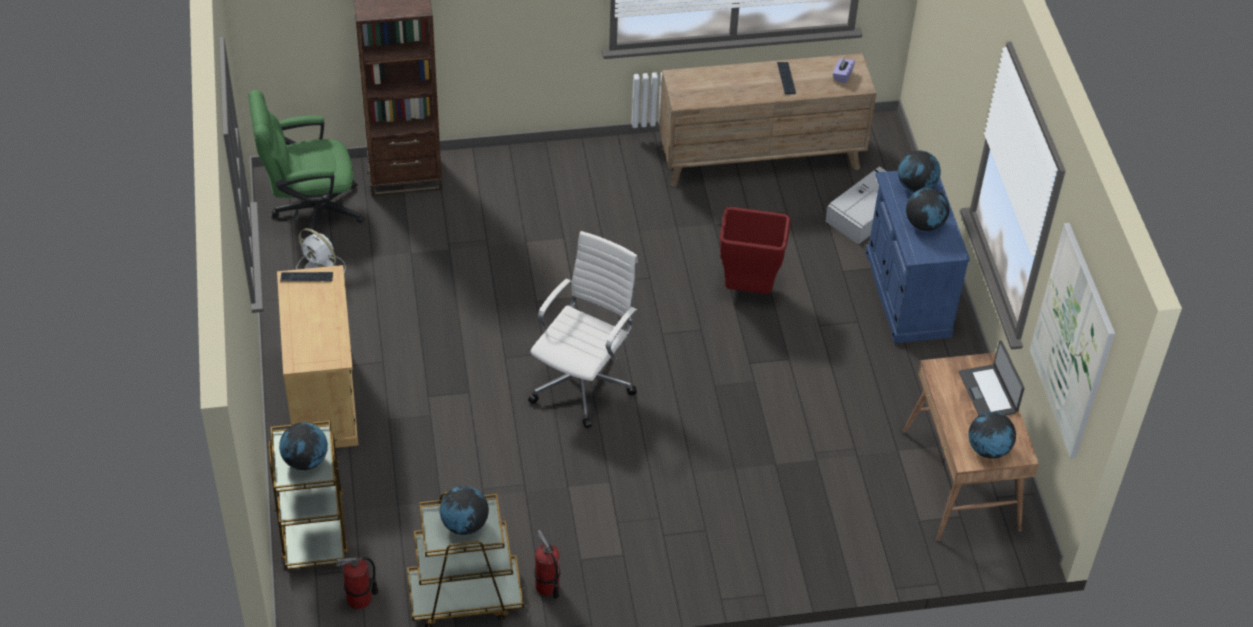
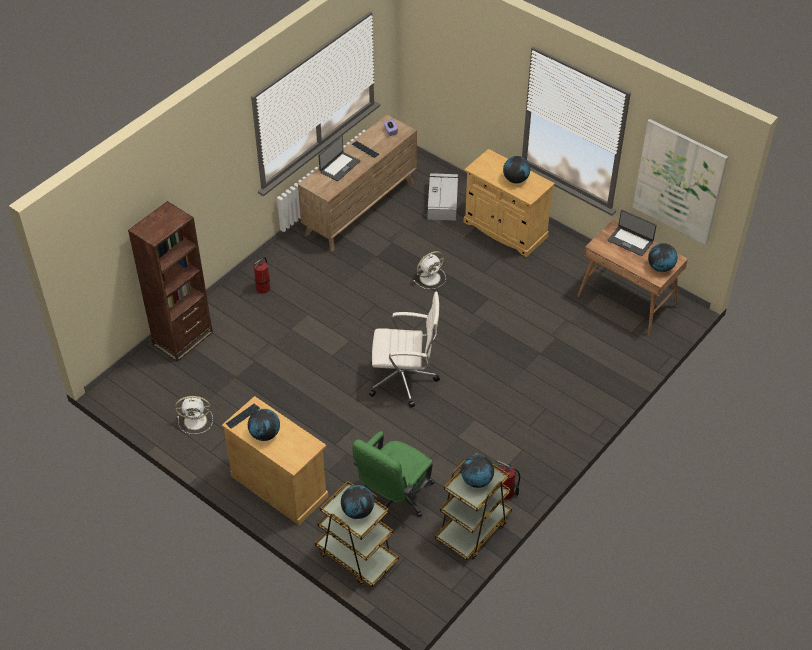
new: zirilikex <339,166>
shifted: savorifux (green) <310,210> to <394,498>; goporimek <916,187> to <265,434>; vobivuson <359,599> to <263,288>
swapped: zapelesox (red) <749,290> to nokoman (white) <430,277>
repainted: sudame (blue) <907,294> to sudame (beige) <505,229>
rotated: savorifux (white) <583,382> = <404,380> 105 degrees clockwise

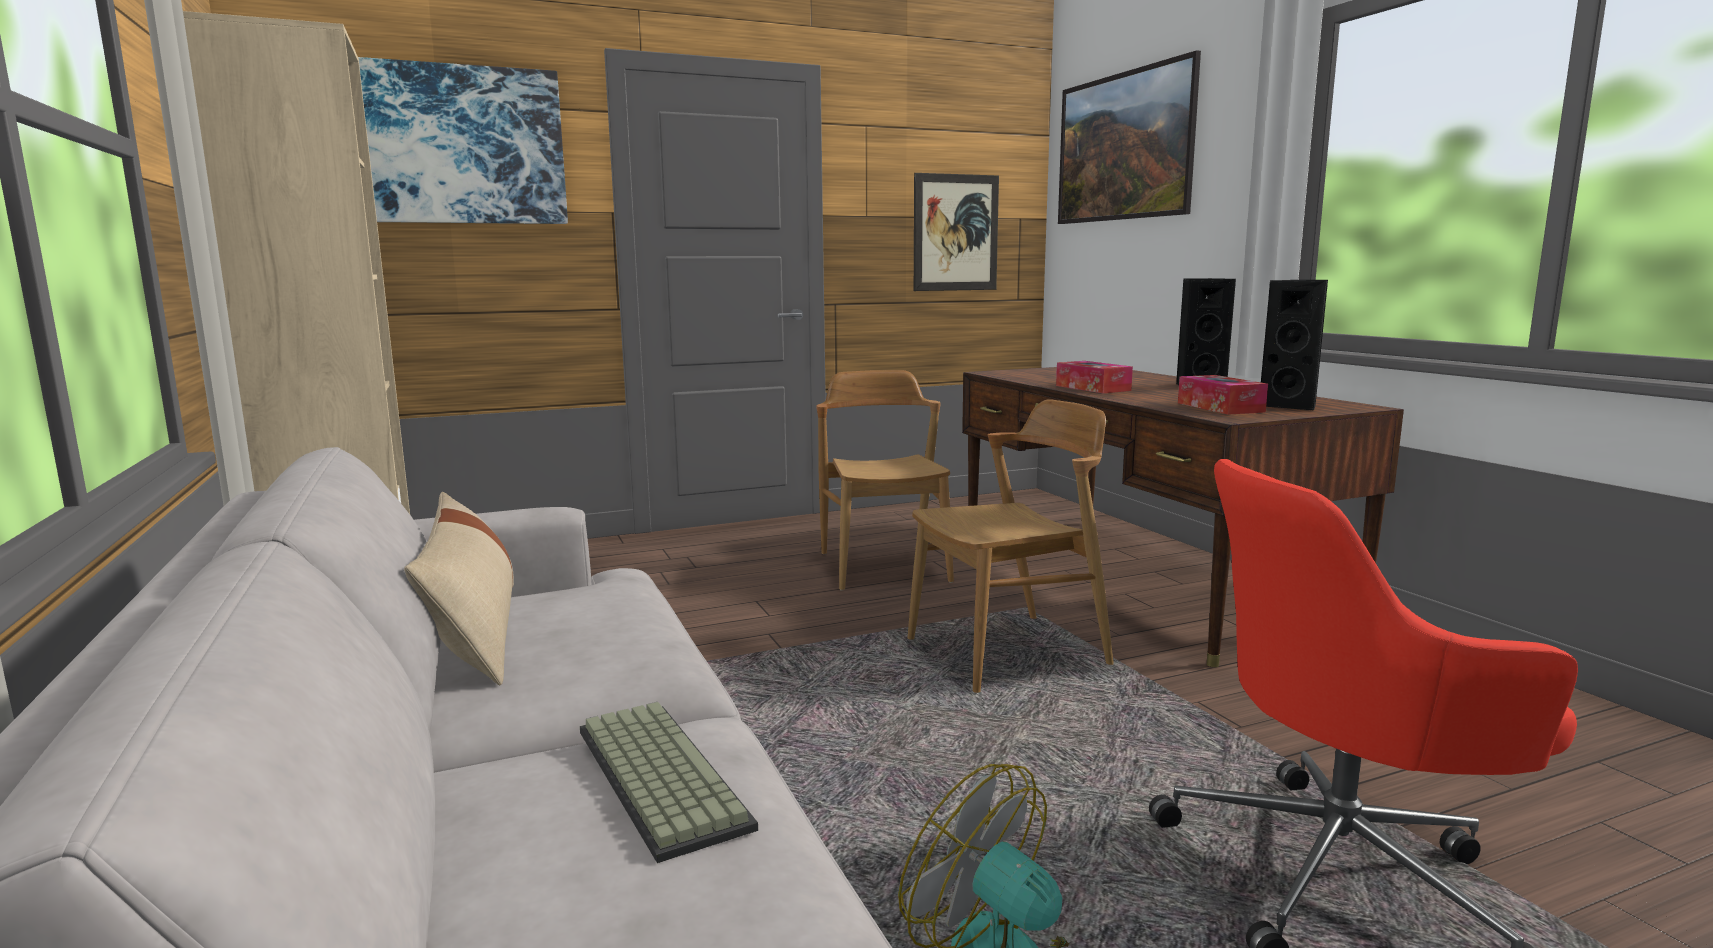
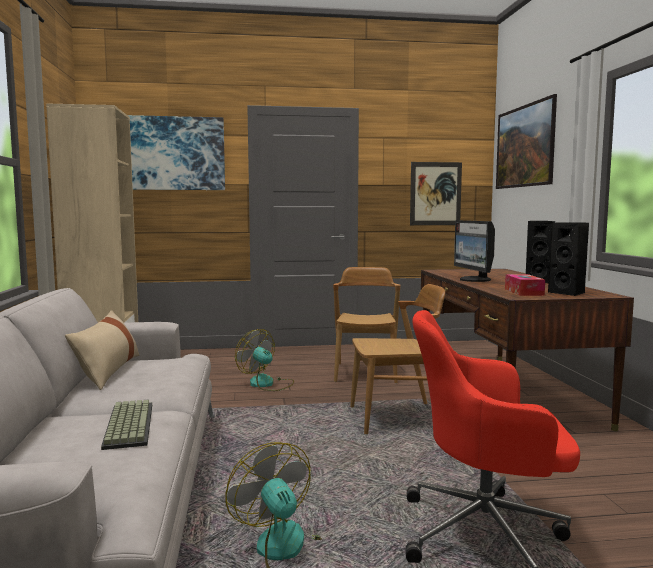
new: nokoman <267,384>
swapped: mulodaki <1092,388> to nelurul <474,280>

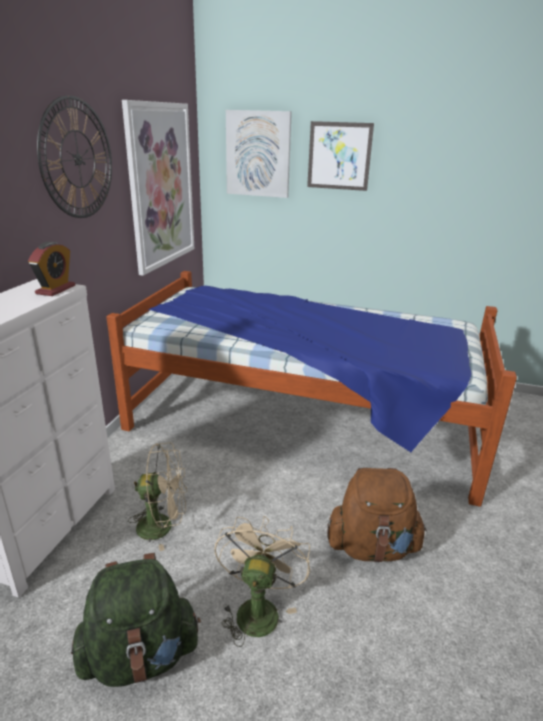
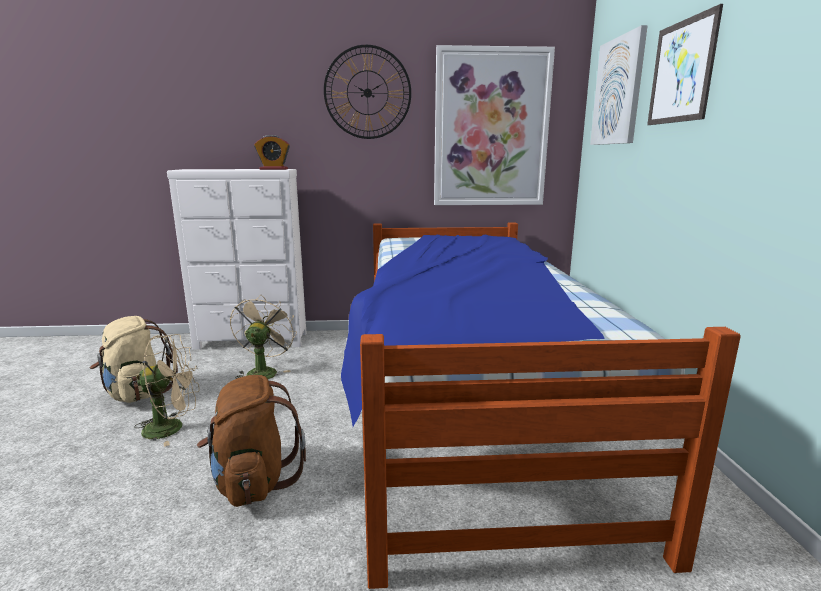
repainted: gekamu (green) <140,656> to gekamu (beige) <137,394>
rotated: nokoman (beige) <163,526> = <263,371> 150 degrees counterclockwise

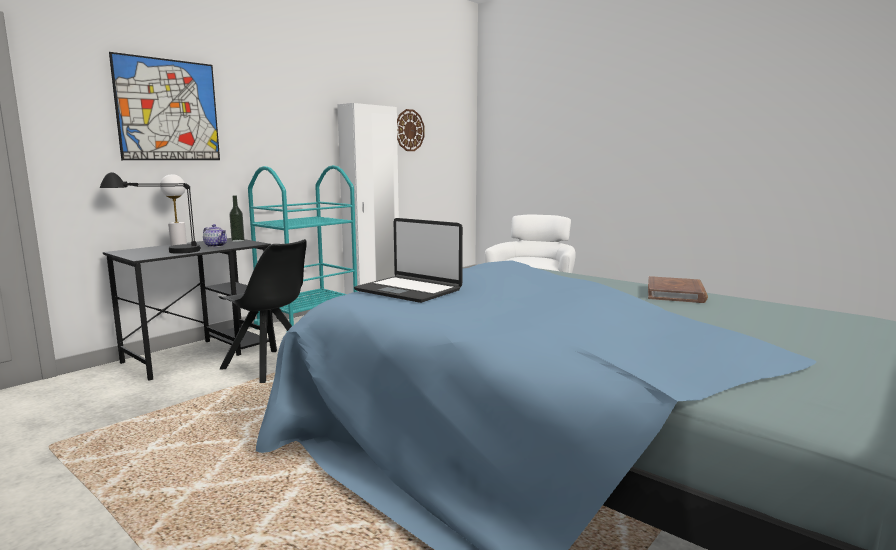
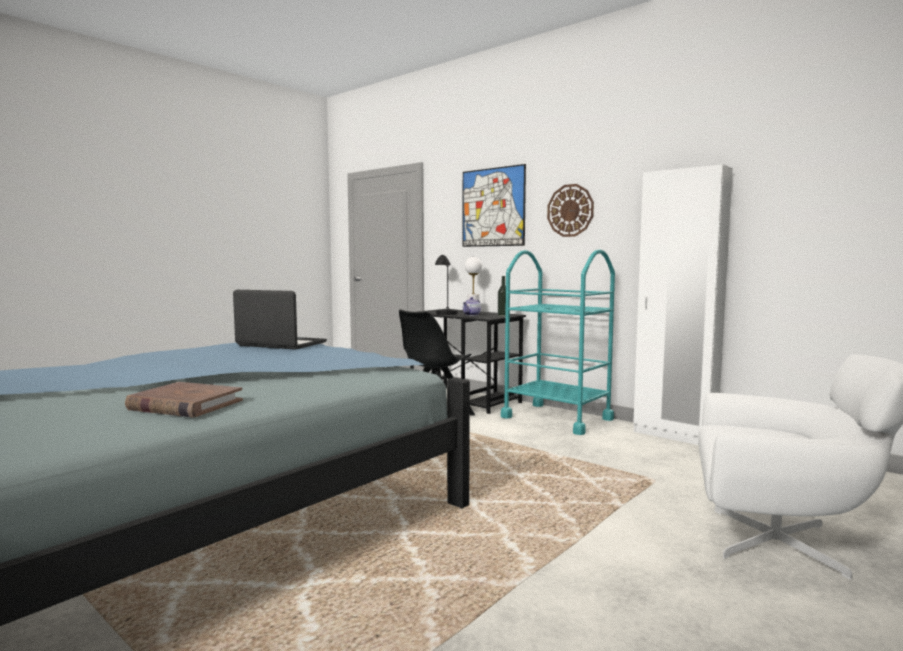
shifted: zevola <409,130> to <570,210>
rotated: zirilikex <409,290> = <281,344> 75 degrees clockwise

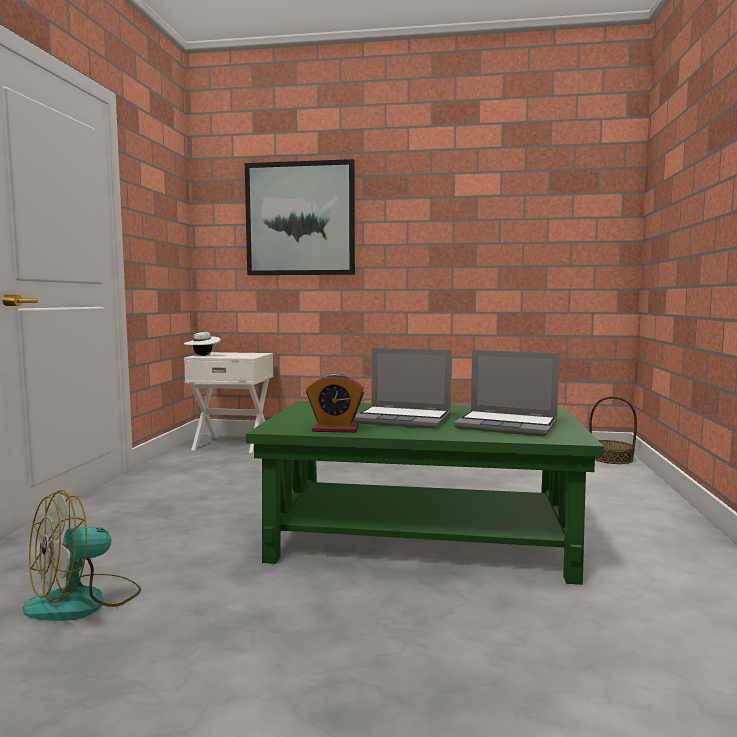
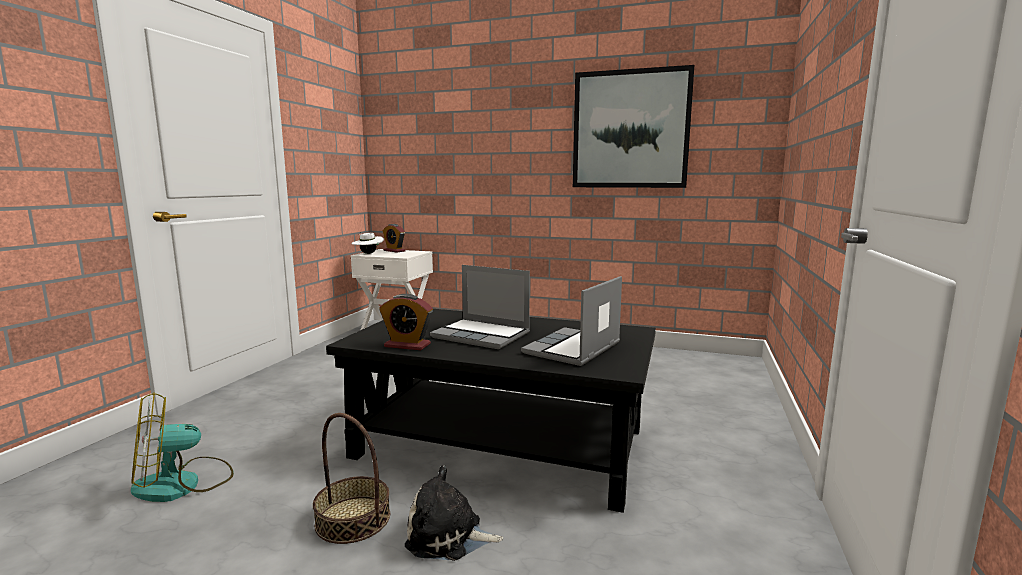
new: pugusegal <394,251>; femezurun <449,536>
shifted: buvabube <300,219> to <630,130>; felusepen <611,458> to <352,519>
repainted: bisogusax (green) <422,536> to bisogusax (black) <502,442>
rotated: zirilikex <508,425> = <573,349> 90 degrees clockwise

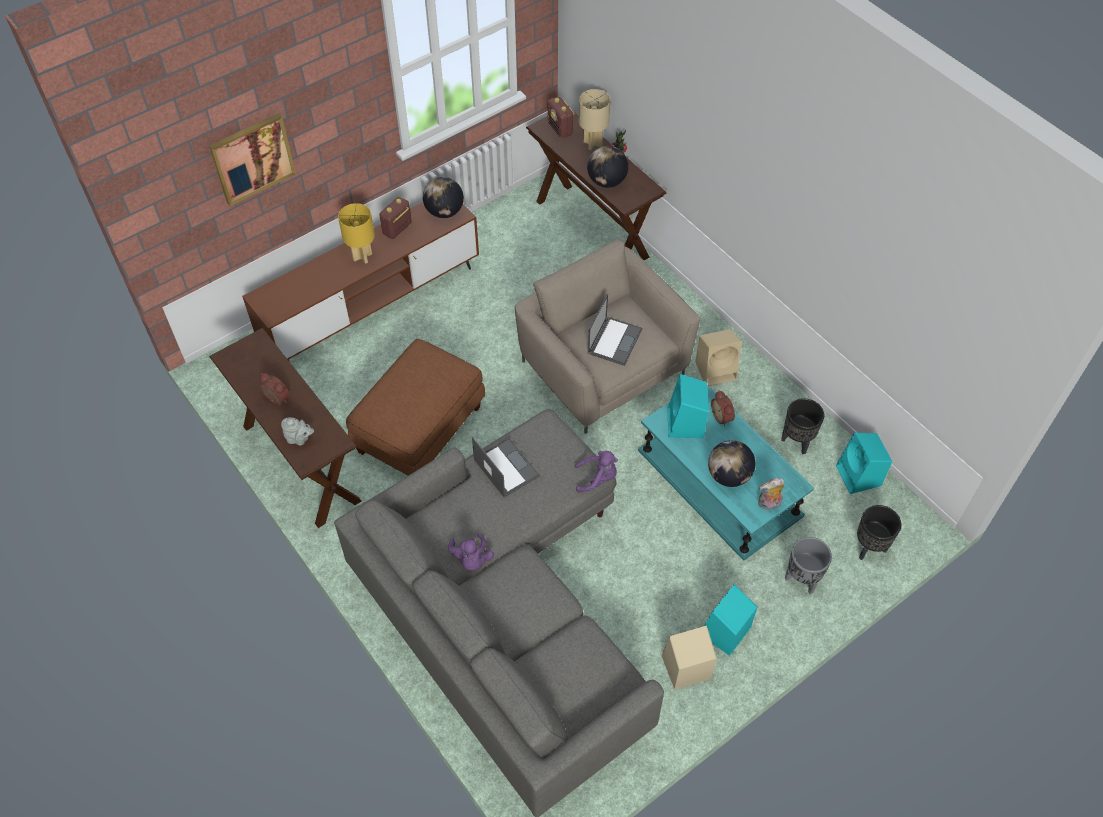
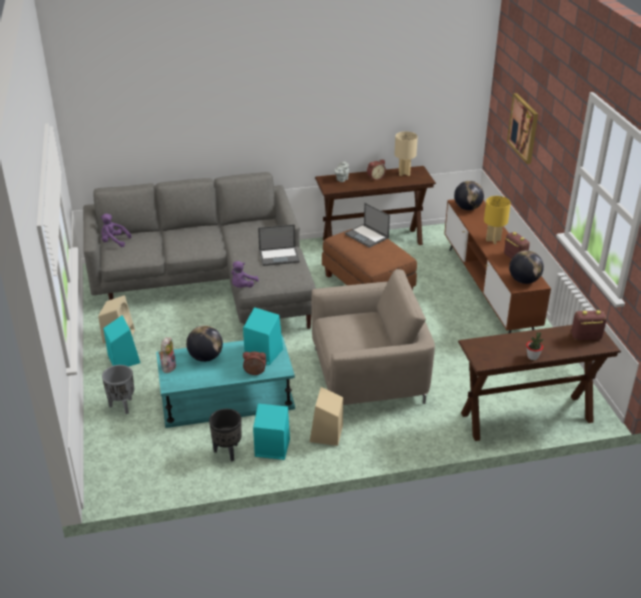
gone: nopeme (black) <869,548>
shifted: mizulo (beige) <593,144> to <404,173>; goporimek <607,181> to <467,208>; zirilikex <614,340> to <367,236>; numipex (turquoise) <859,476> to <271,448>; femezurun (purple) <471,559> to <114,241>

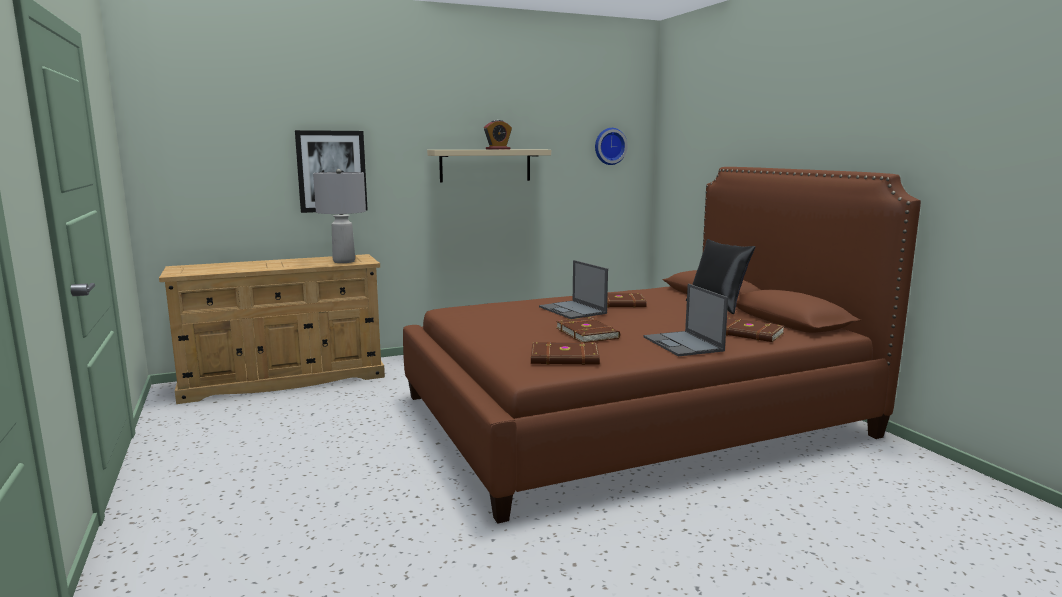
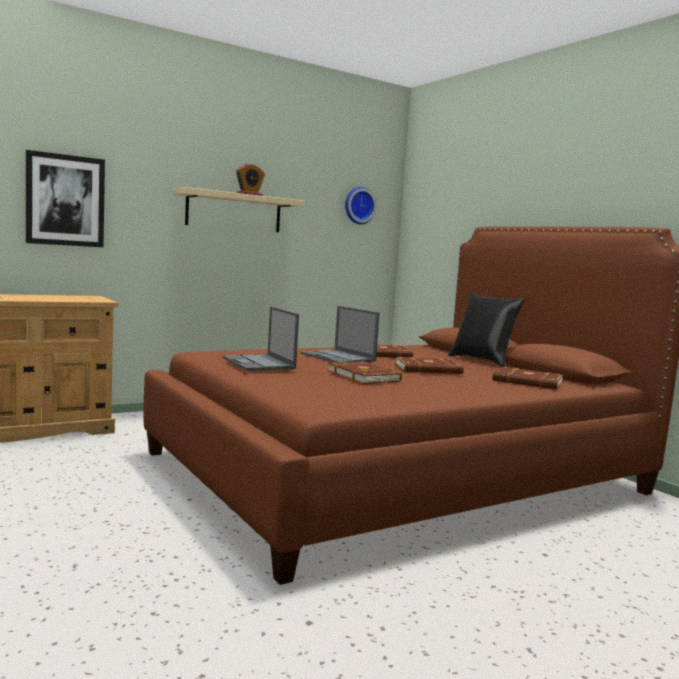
gone: mizulo (grey) <343,261>
shifted: zirilikex <683,344> to <259,363>; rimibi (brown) <565,358> to <429,369>

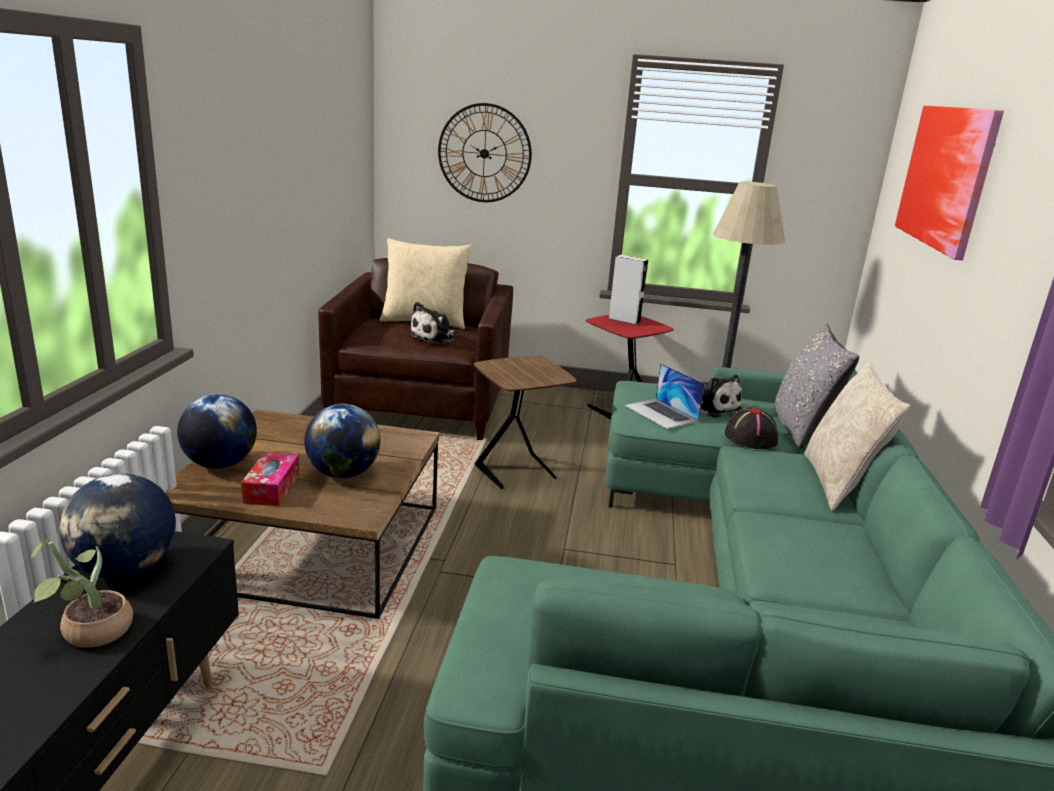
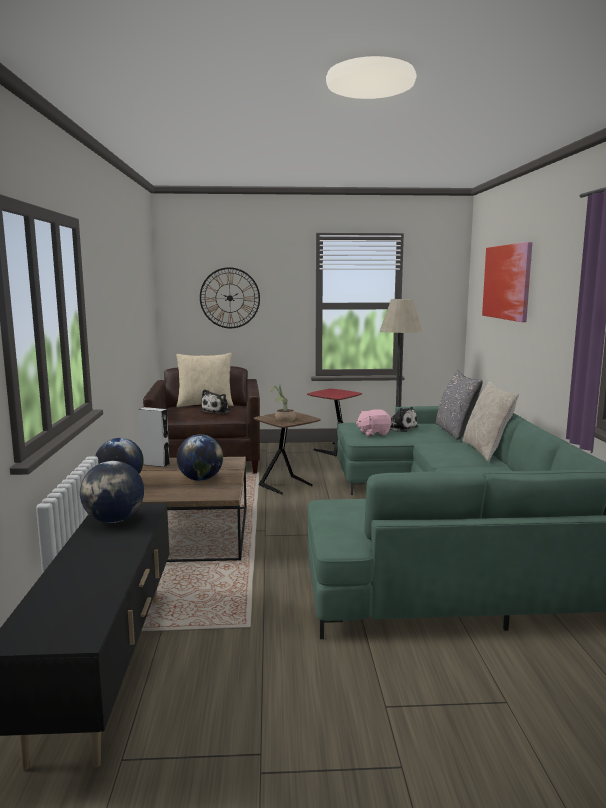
gone: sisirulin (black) <750,437>; mulodaki <272,488>
shifted: numipex (grey) <624,320> to <155,464>; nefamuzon <89,633> to <283,420>
swapped: zirilikex <661,413> to femezurun (pink) <373,433>

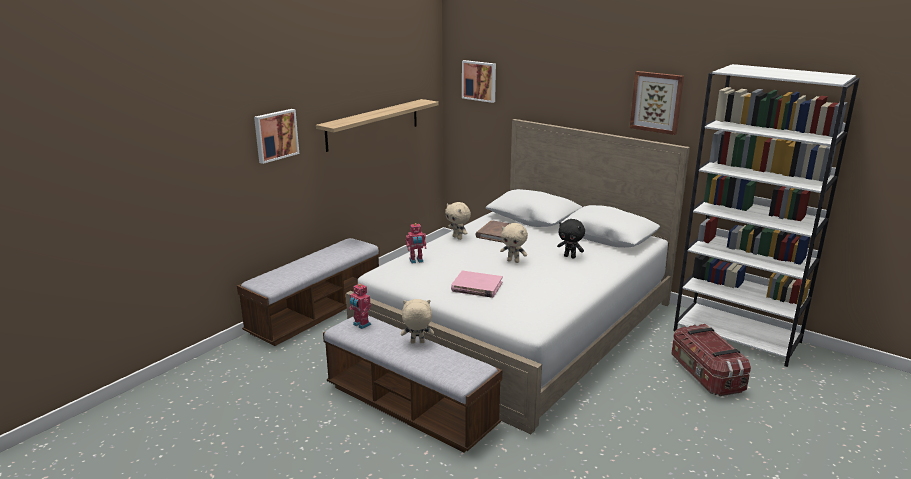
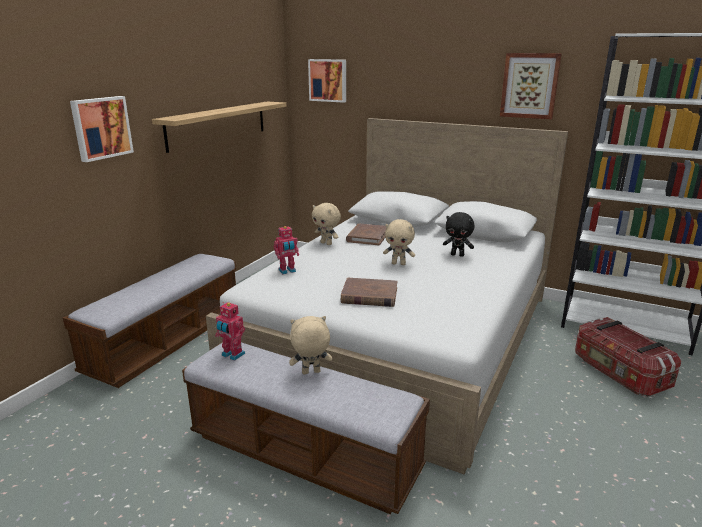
repainted: rimibi (pink) <476,287> to rimibi (brown) <369,295>

